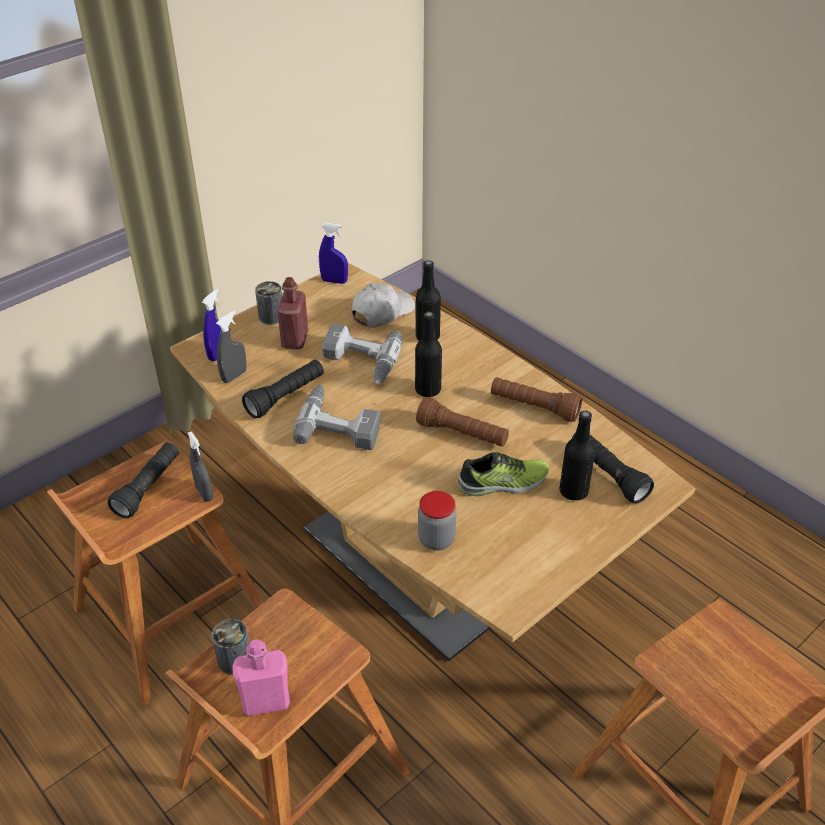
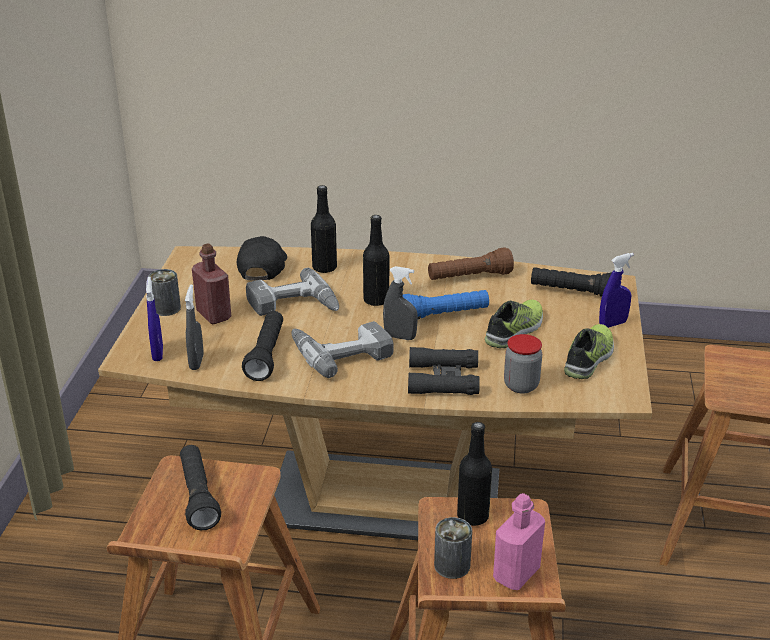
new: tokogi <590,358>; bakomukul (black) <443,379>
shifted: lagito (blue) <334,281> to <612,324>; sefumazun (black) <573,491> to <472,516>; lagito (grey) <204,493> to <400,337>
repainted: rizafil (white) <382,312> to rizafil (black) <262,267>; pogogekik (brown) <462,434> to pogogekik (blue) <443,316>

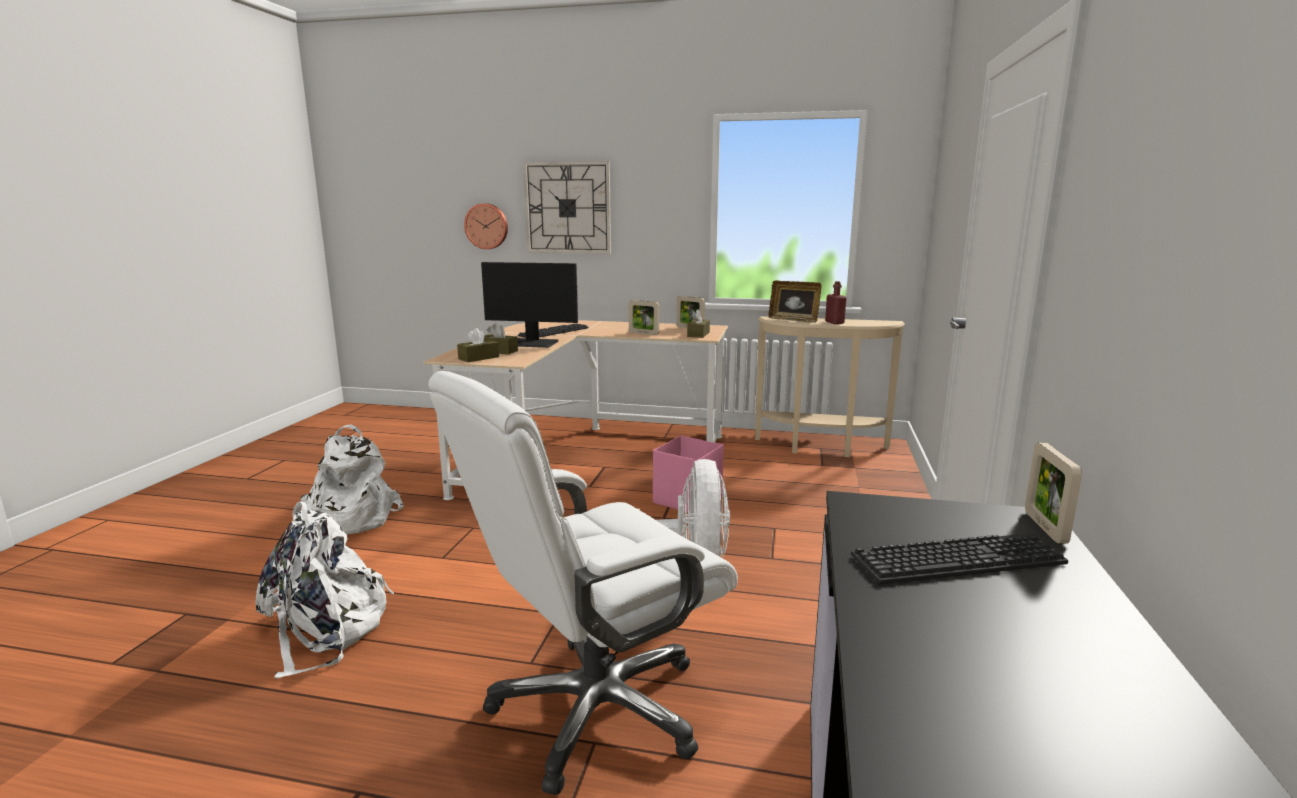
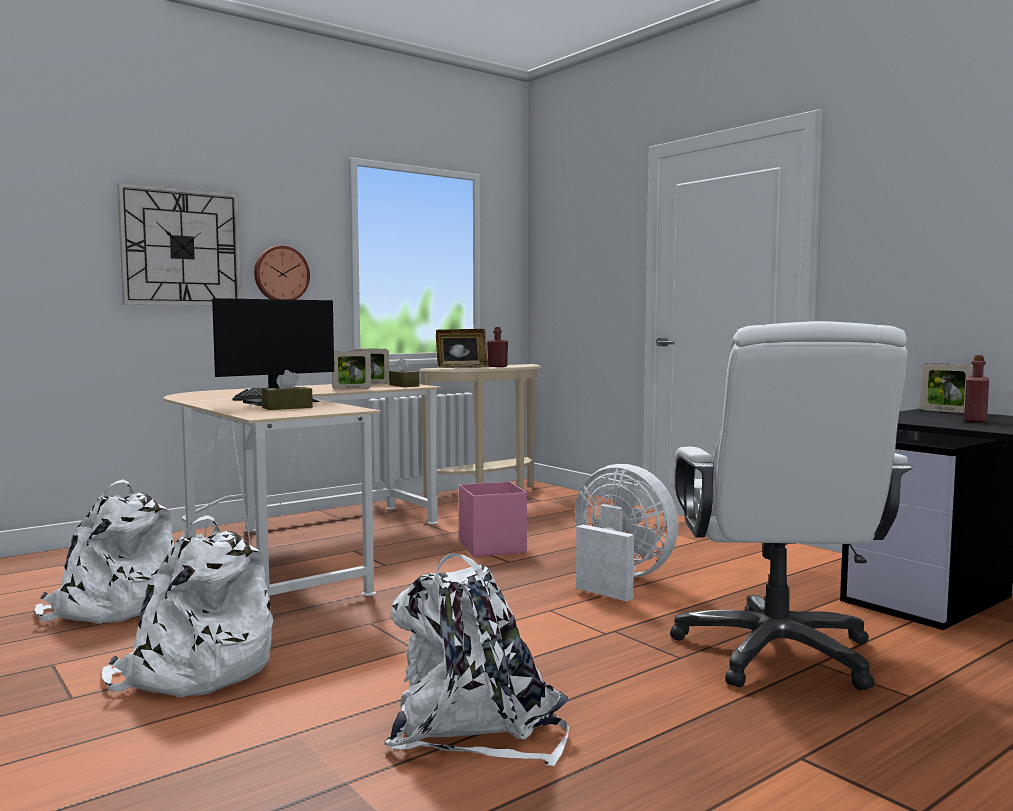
gone: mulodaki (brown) <478,358>
new: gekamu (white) <113,607>
shifted: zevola <487,226> to <281,274>
swapped: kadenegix <957,560> to sefumazun (red) <975,421>

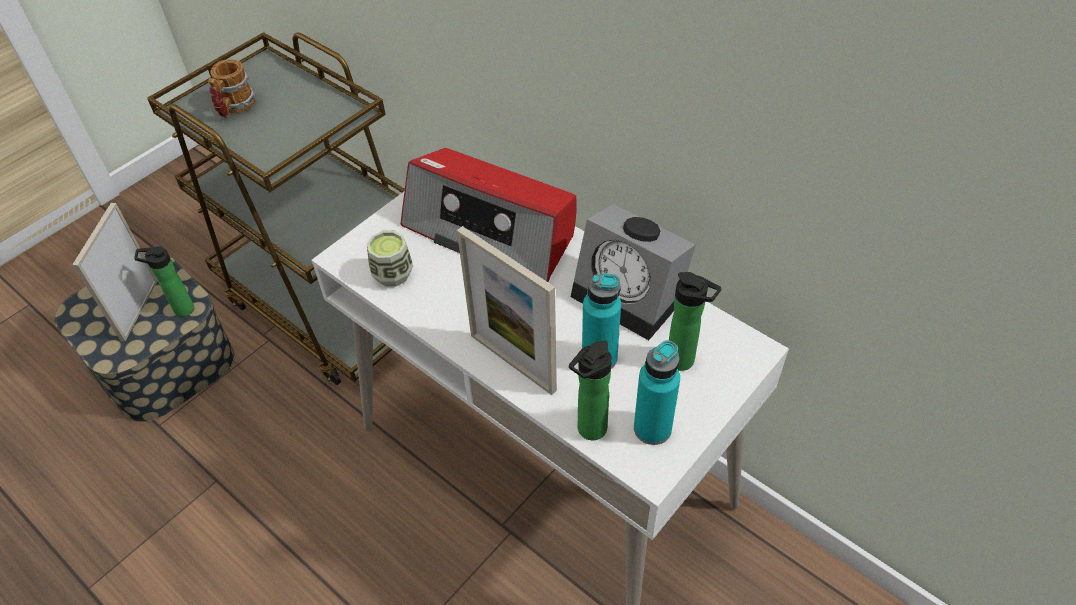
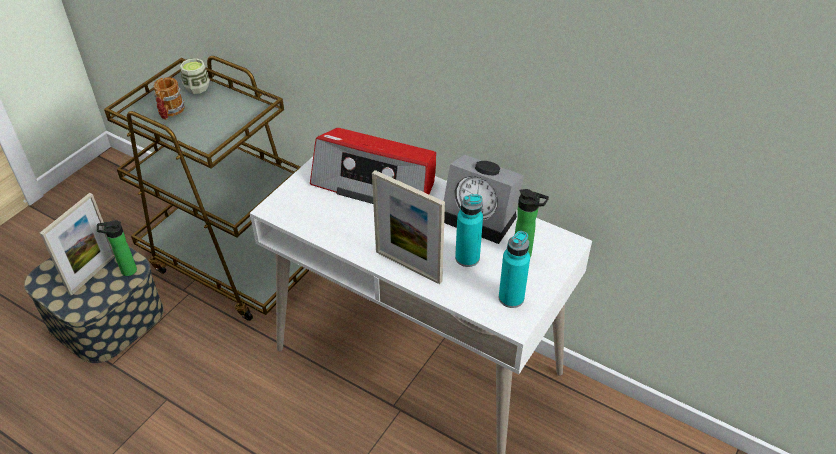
gone: sefumazun <589,431>
shifted: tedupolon <393,274> to <197,87>
rotated: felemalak <139,310> = <93,274> 150 degrees counterclockwise

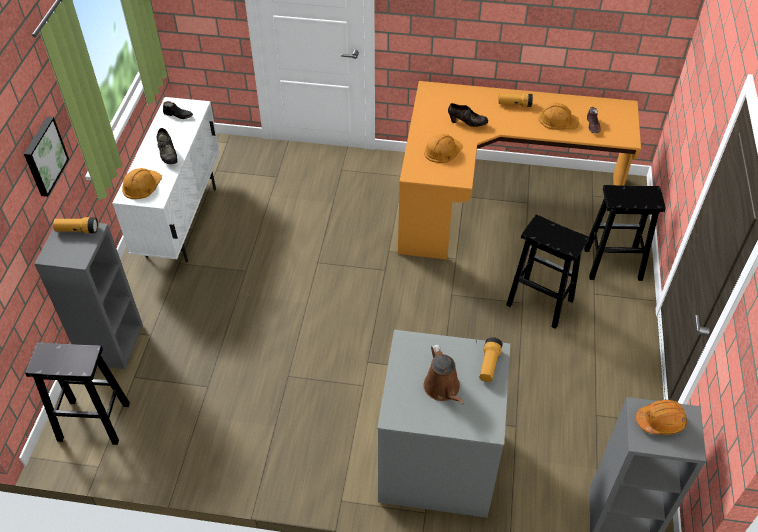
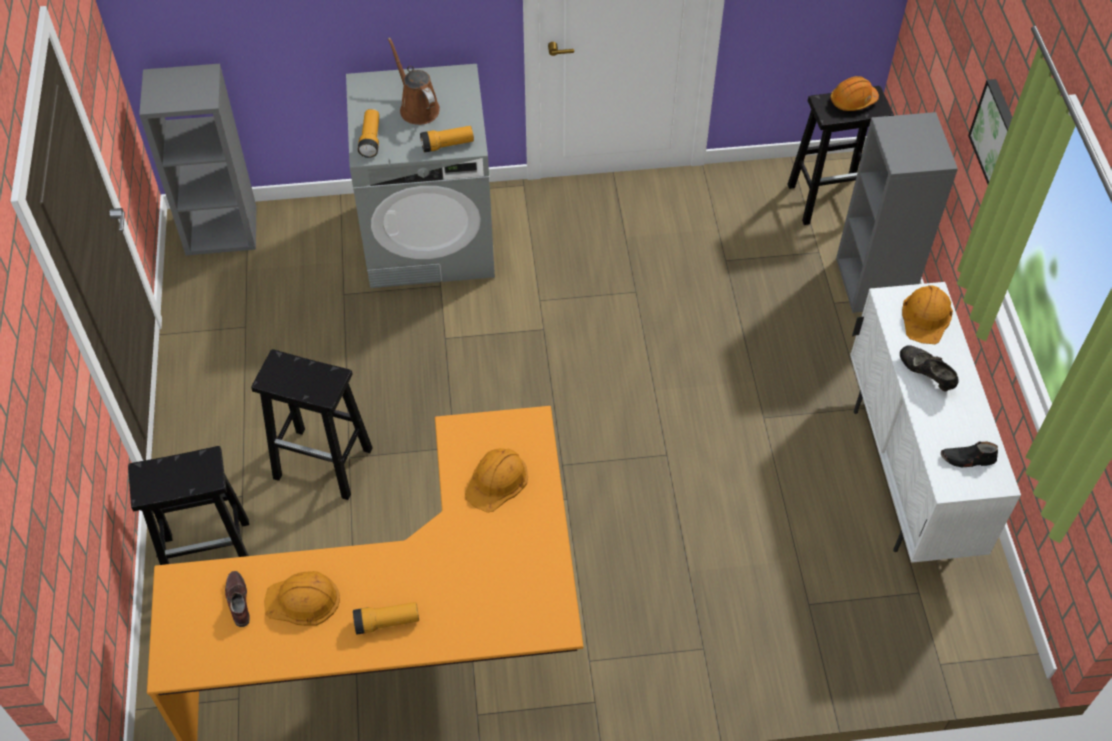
gone: tokogi (black) <467,123>
shifted: pogogekik <77,230> to <447,145>; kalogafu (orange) <660,421> to <853,101>

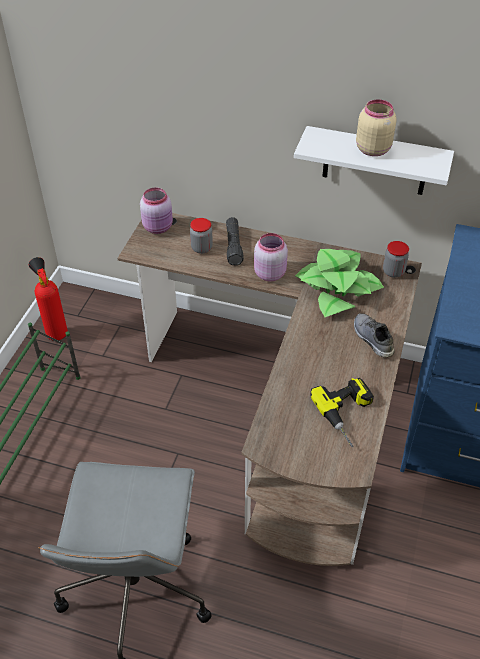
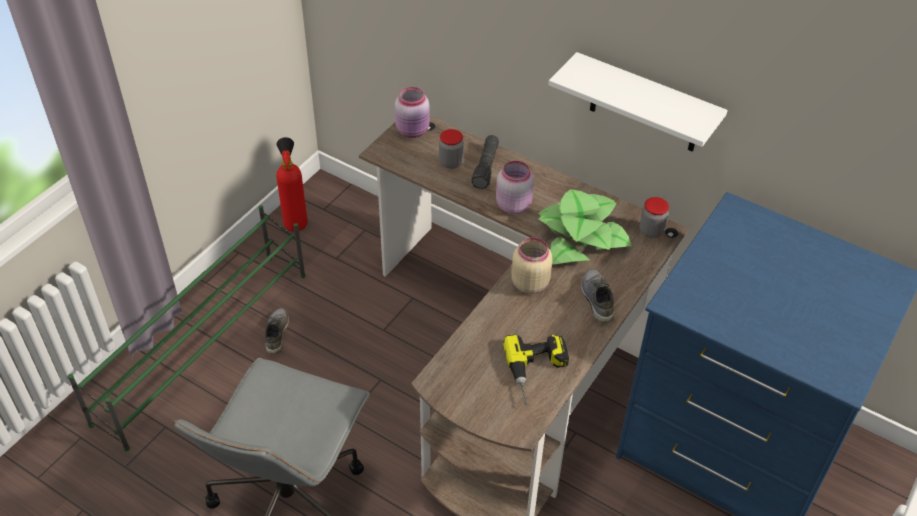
new: tokogi (grey) <276,334>
shifted: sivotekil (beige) <372,149> to <530,282>

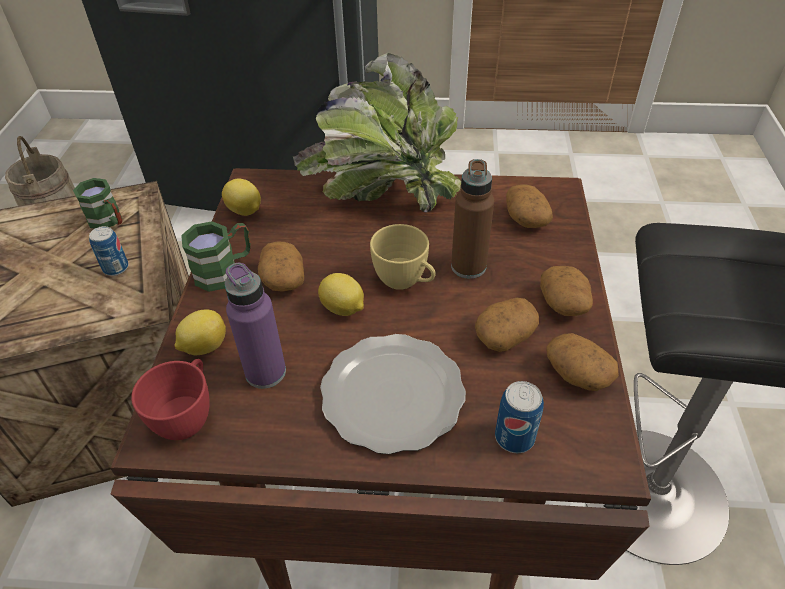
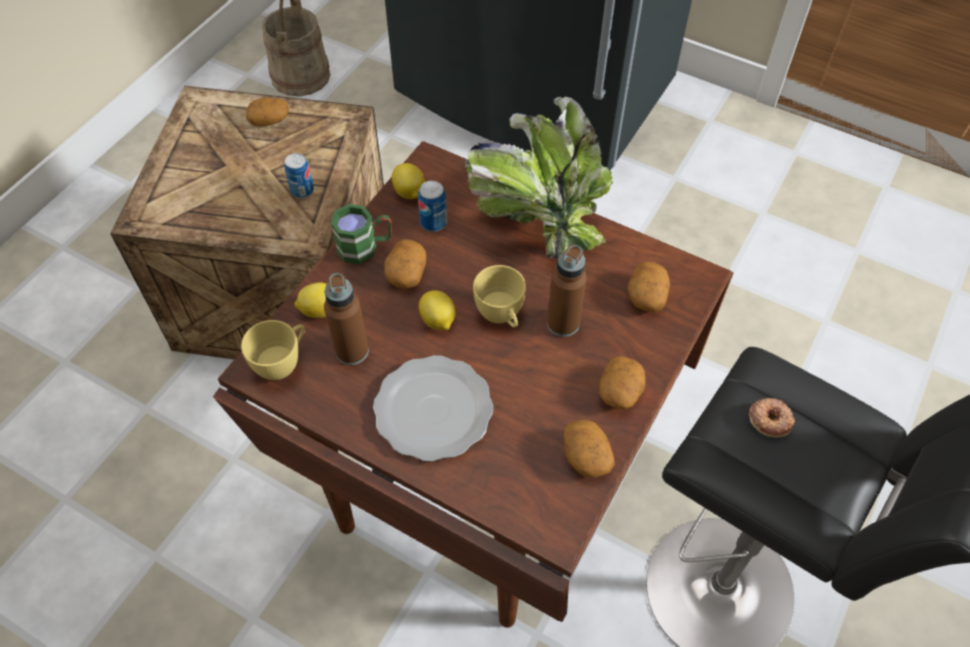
gone: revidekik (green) <109,221>
new: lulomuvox <770,419>
shifted: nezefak <505,335> to <270,120>; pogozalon <514,437> to <433,222>
repainted: sefumazun (purple) <265,372> to sefumazun (brown) <352,351>; tedupolon (red) <188,416> to tedupolon (yellow) <283,362>

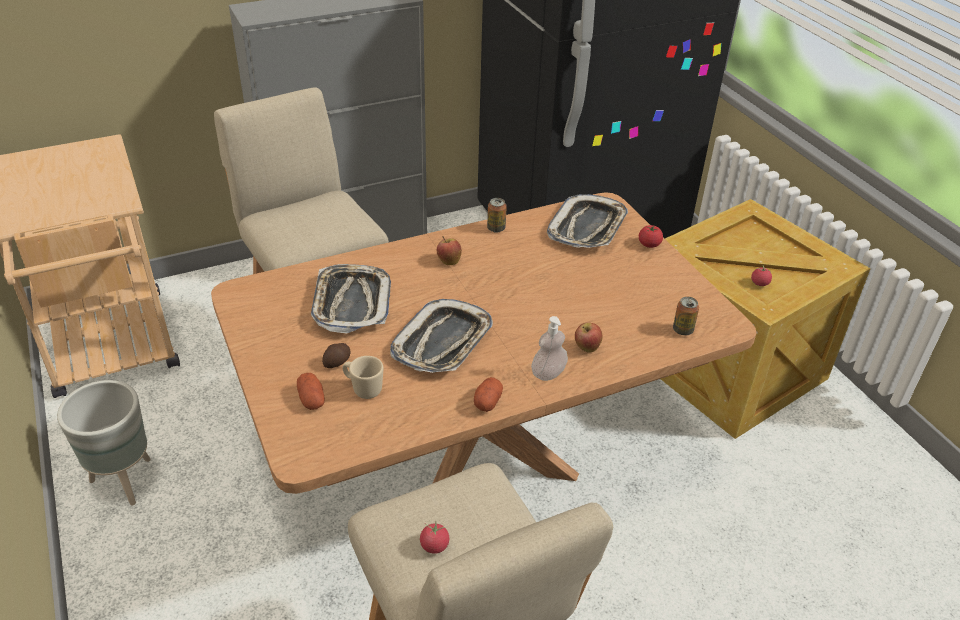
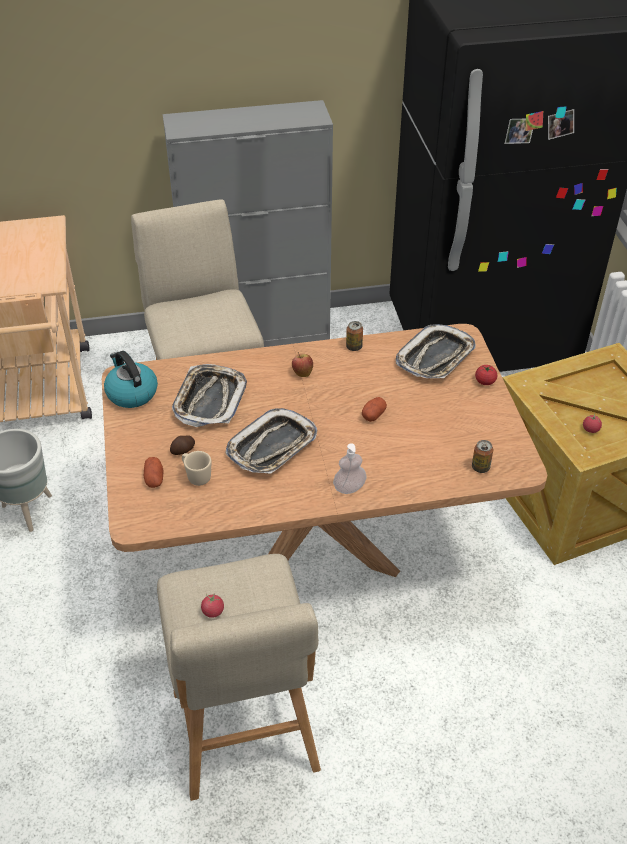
gone: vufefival <586,348>
new: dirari <131,393>
shifted: nezefak <487,401> to <373,414>

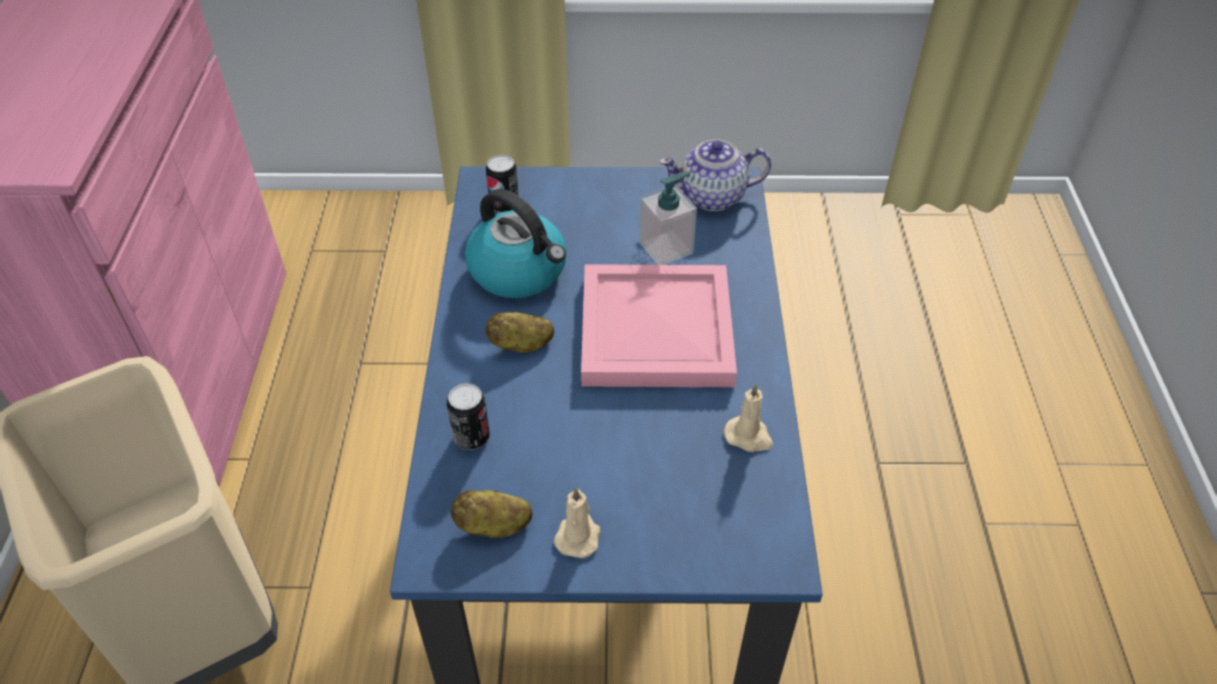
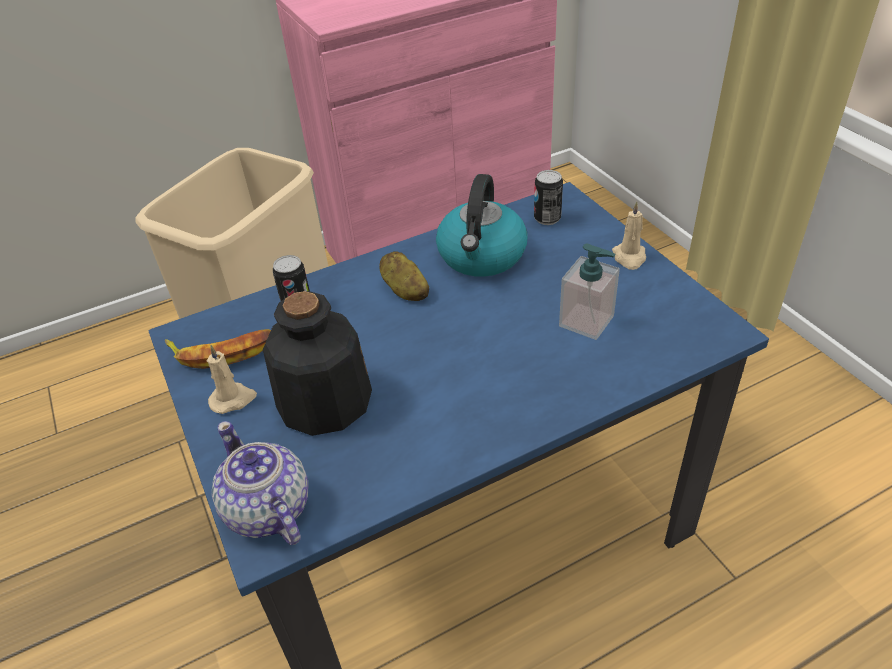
gone: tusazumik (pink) <658,328>
new: sefumazun <323,401>
shifted: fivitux <713,197> to <268,511>; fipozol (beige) <749,436> to <629,257>
swapped: nezefak <493,526> to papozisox <222,352>

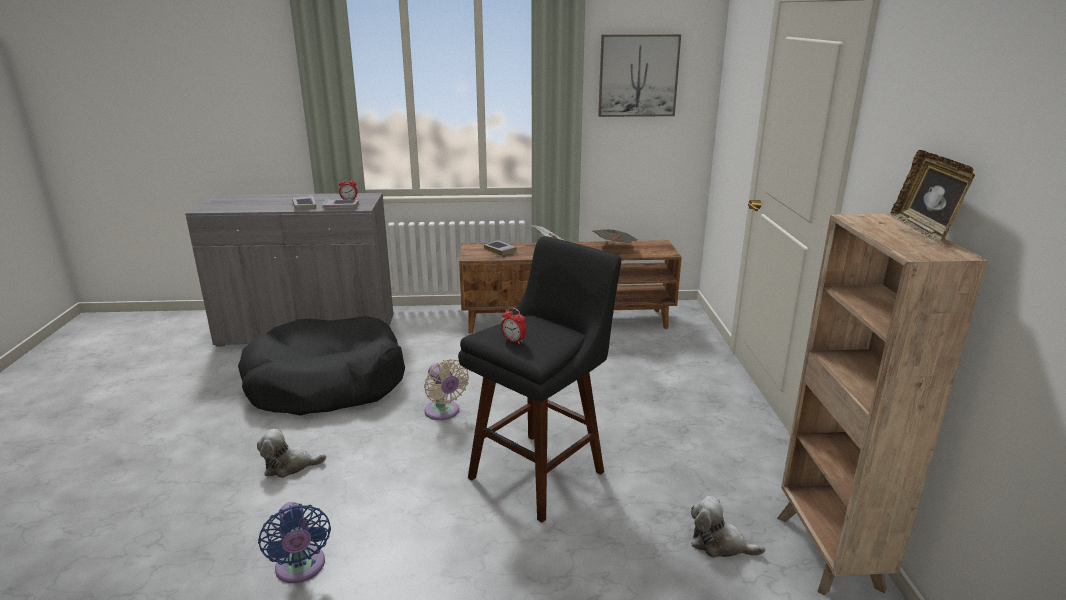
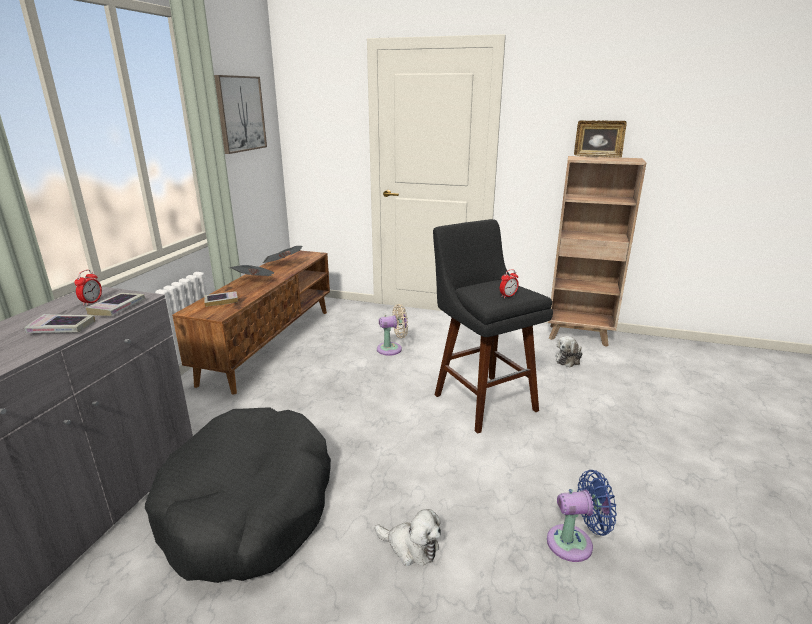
shifted: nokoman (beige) <443,412> to <392,349>
rotated: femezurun <289,466> = <411,547> 75 degrees counterclockwise

